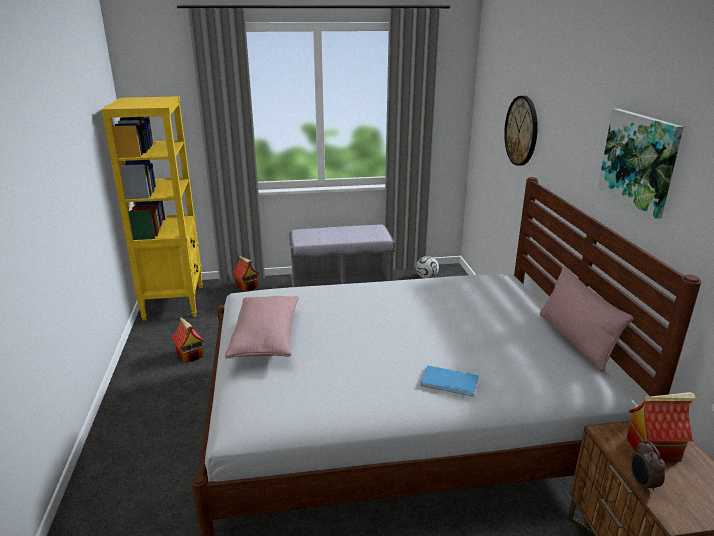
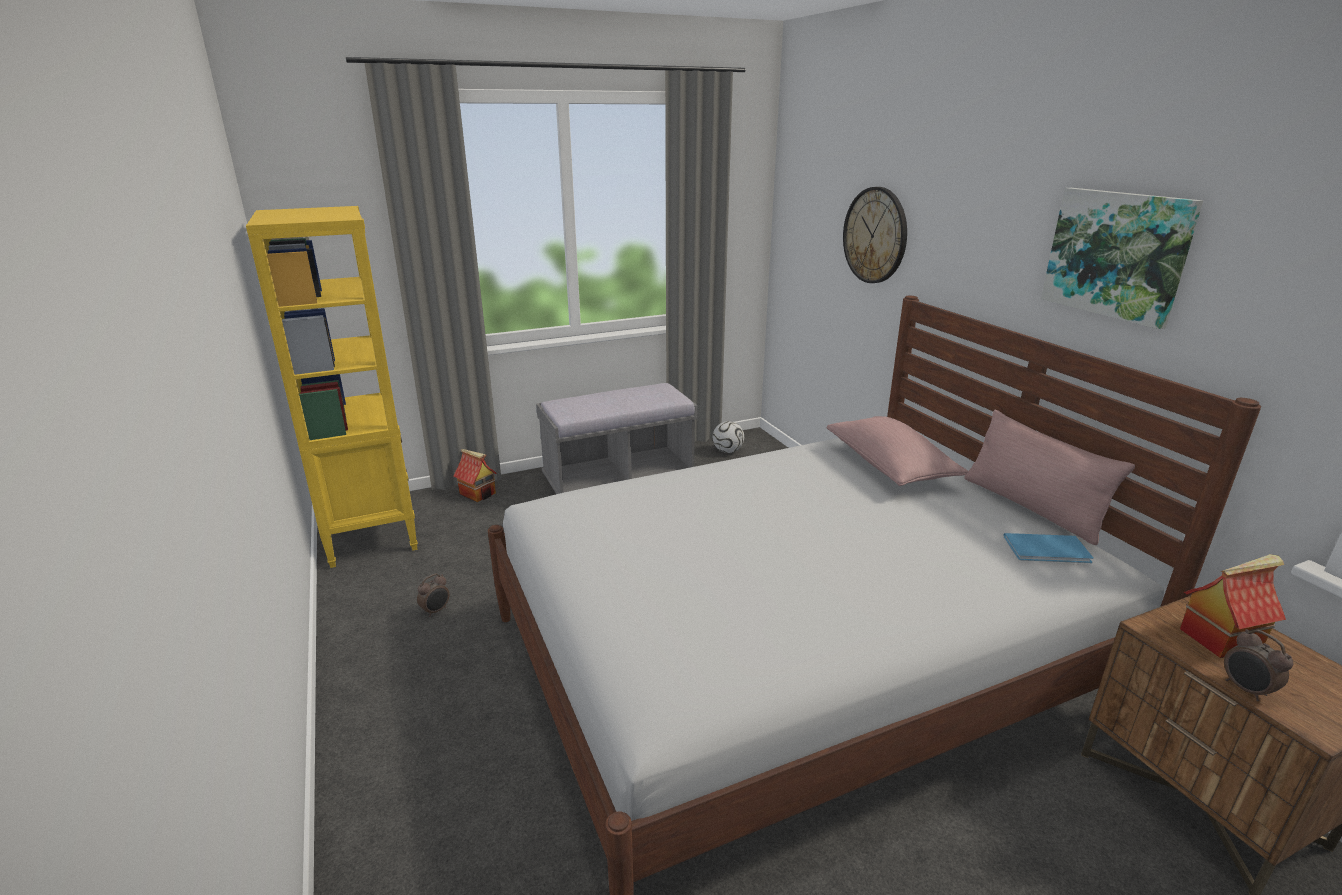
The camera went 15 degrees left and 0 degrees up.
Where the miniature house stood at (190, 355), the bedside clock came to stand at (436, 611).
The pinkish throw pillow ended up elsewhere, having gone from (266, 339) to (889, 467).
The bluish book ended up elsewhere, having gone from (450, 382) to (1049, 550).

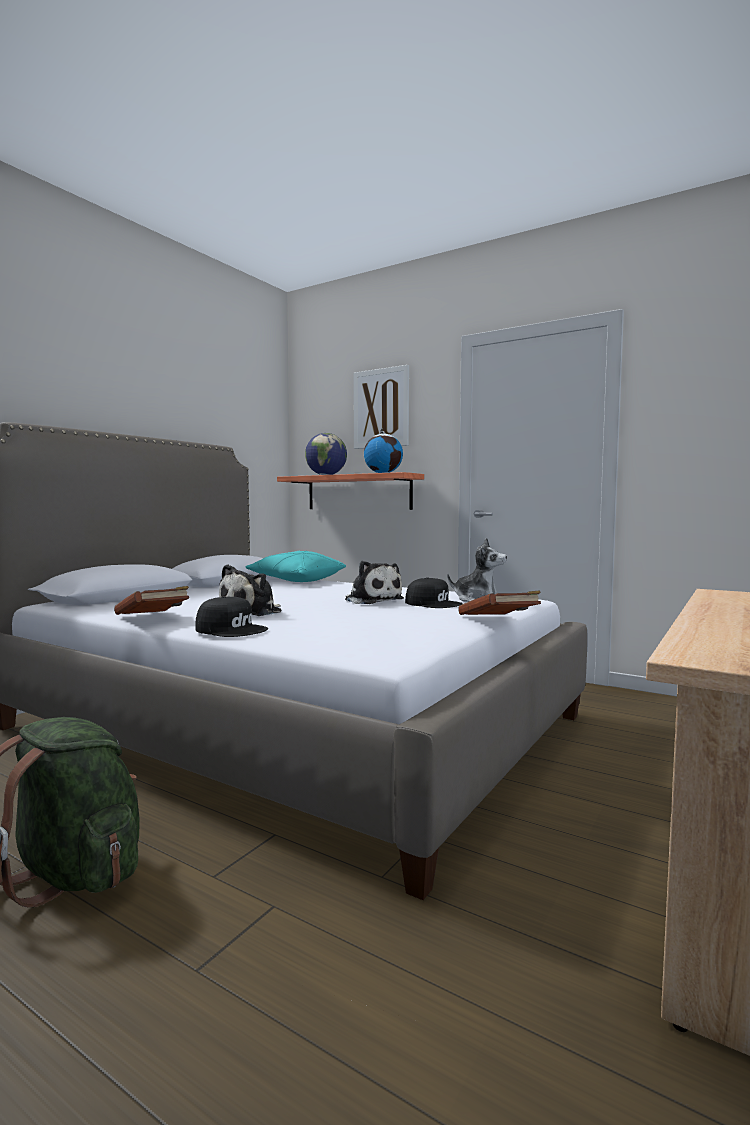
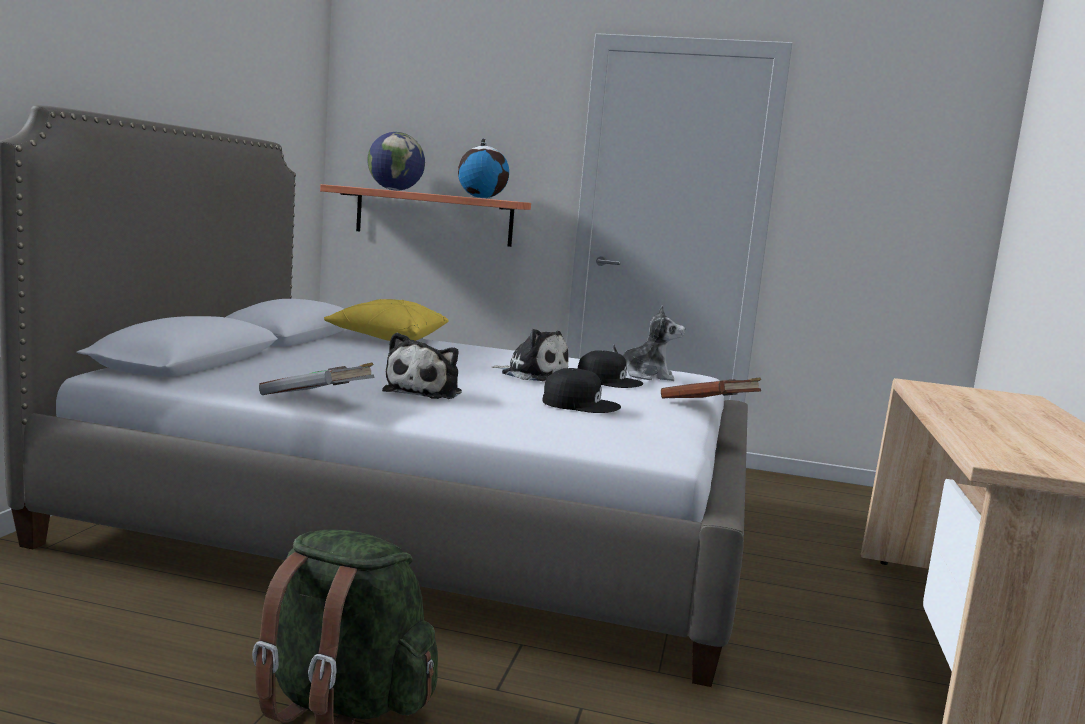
The camera went 20 degrees left and 5 degrees up.
What was the brown book at (153, 618) turned into the greyish book at (317, 401).
The black baseball cap ended up elsewhere, having gone from (232, 629) to (580, 404).
What was the turquoise-coloured throw pillow at (296, 581) turned into the yellowish throw pillow at (387, 338).
The second view lost the picture at (381, 408).

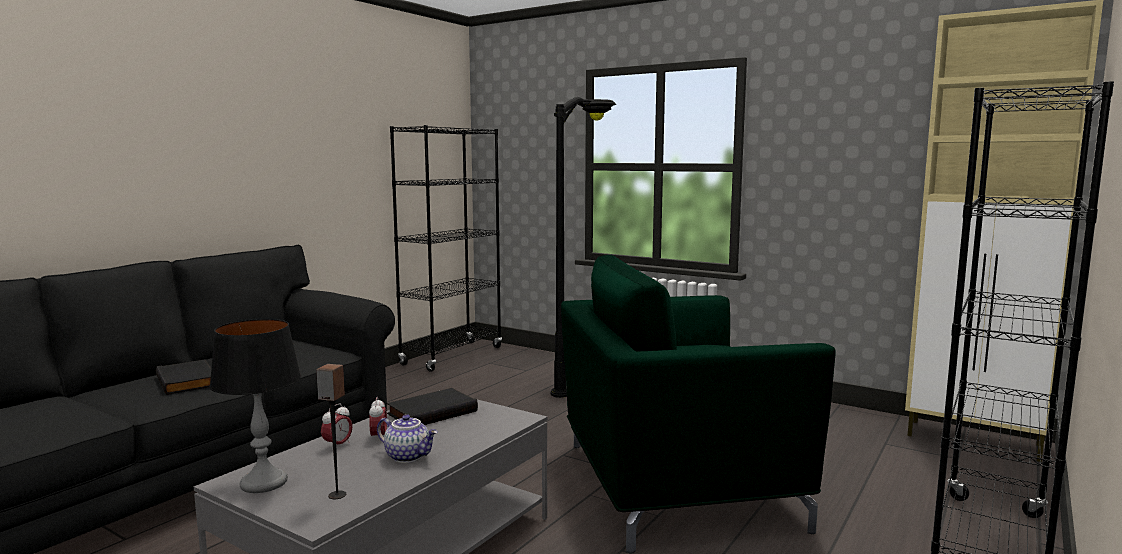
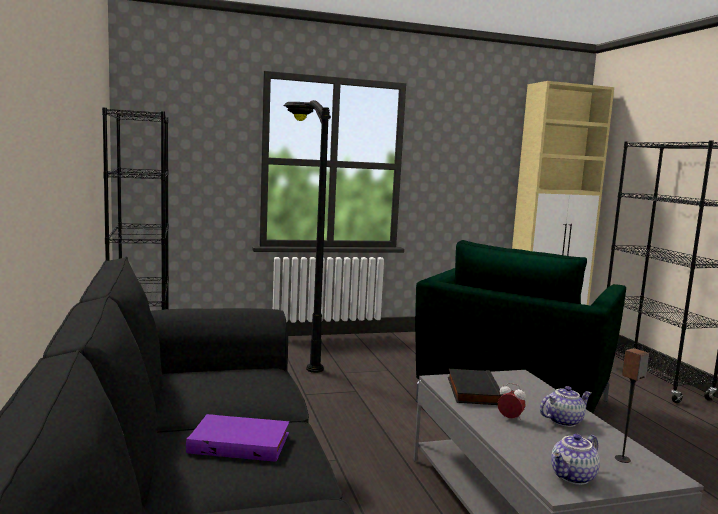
The camera went 50 degrees left and 0 degrees up.
What was the black book at (189, 381) turned into the purple book at (240, 442).
Where the lamp for a table stood at (264, 483), the tea pot came to stand at (573, 477).
The second view lost the bedside clock at (337, 445).

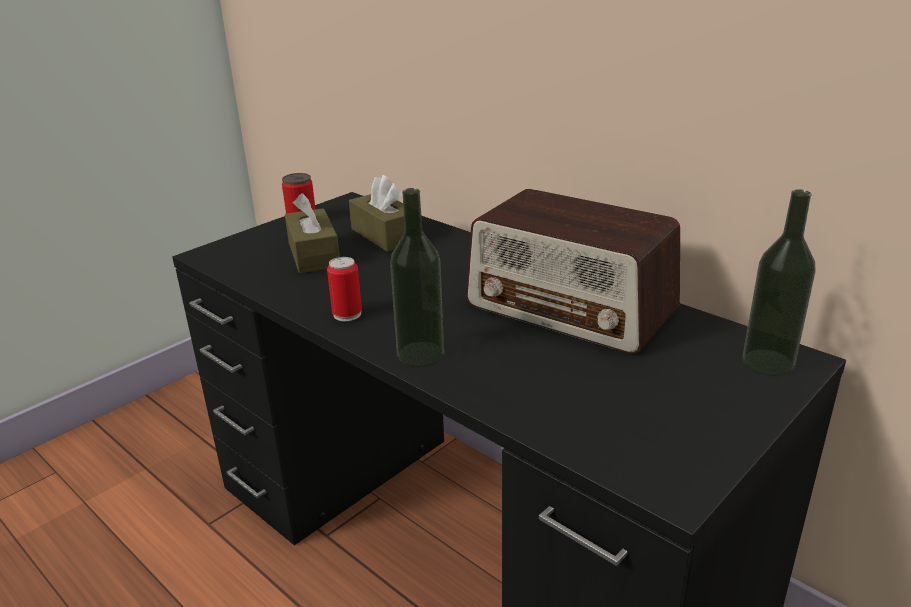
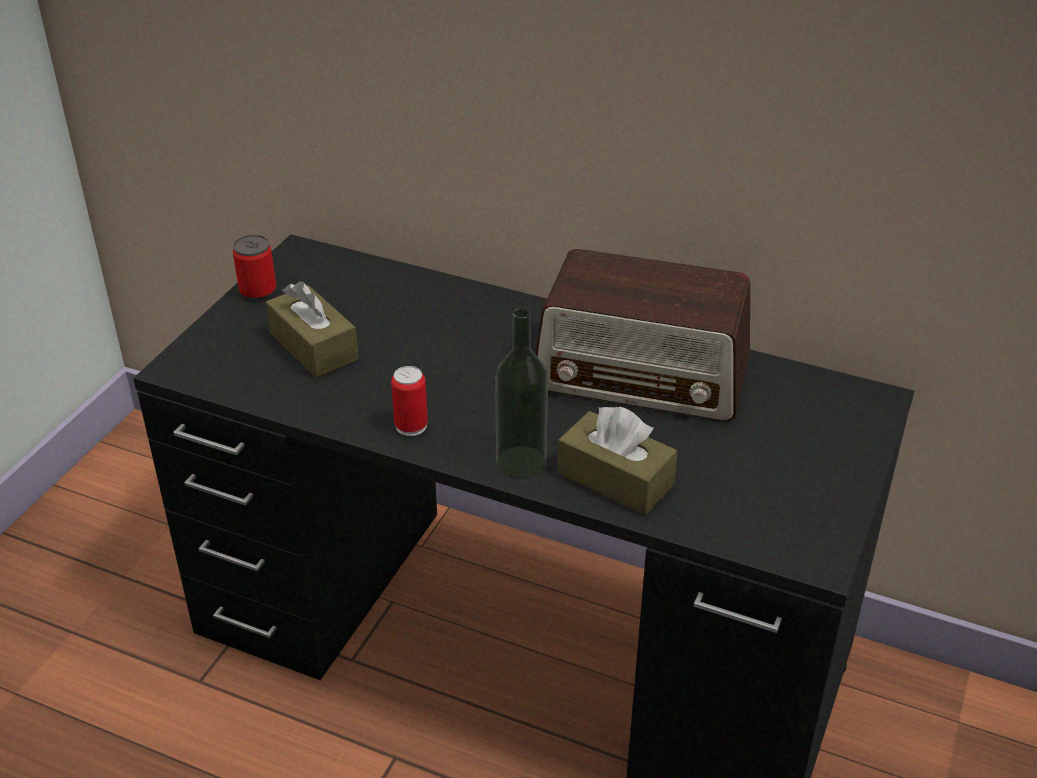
The camera went 20 degrees left and 10 degrees up.
The brown tissue box ended up elsewhere, having gone from (385, 235) to (615, 479).
The second view lost the bottle at (768, 362).

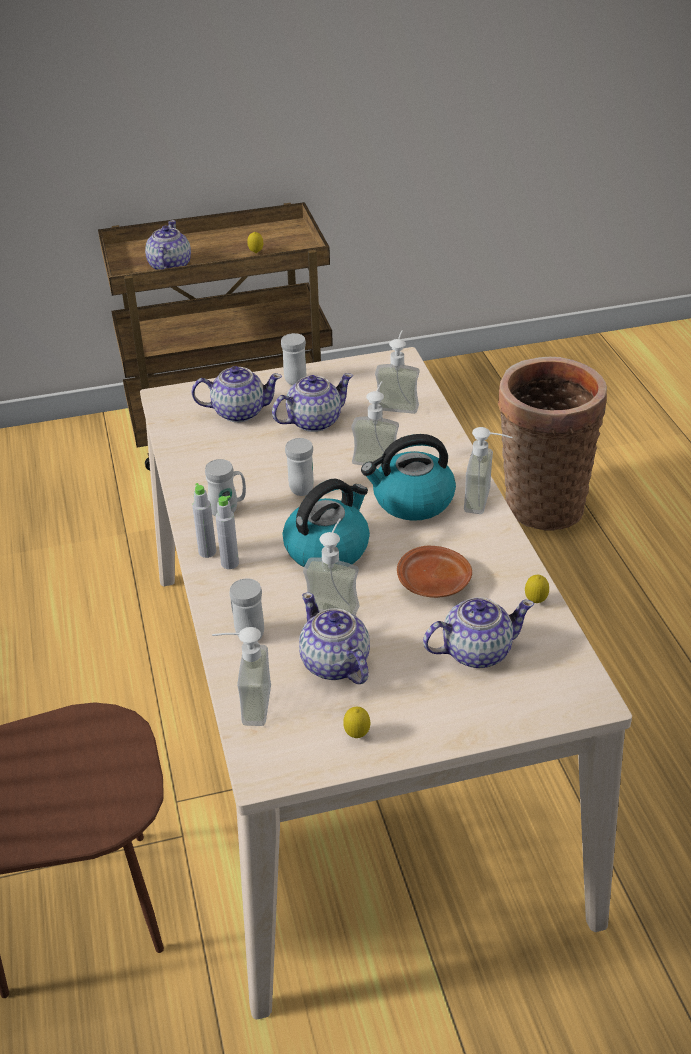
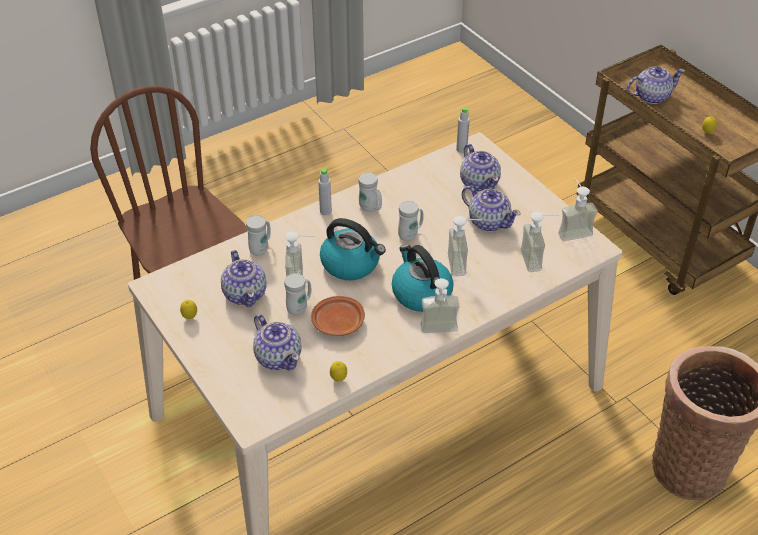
The camera went 70 degrees right and 5 degrees up.
The liquid soap bottle ended up elsewhere, having gone from (244, 704) to (572, 230).
The greyish bottle ended up elsewhere, having gone from (230, 563) to (461, 149).
The white tea mug ended up elsewhere, having gone from (293, 378) to (300, 307).
The tea pot at (334, 664) ended up facing another way, 120 degrees clockwise from before.

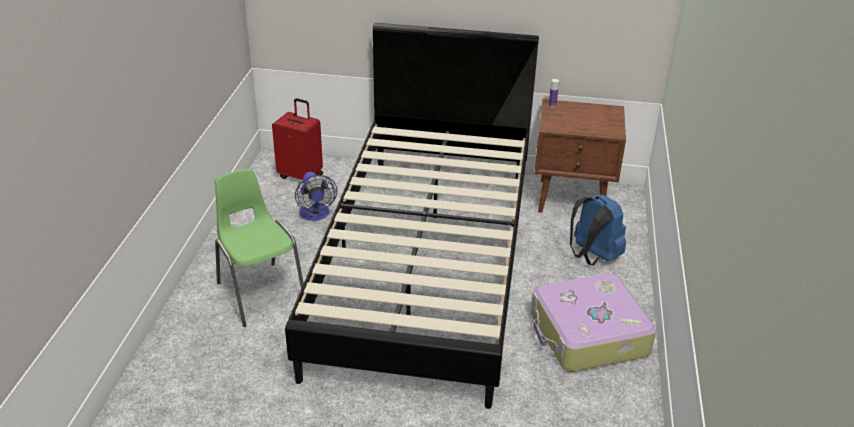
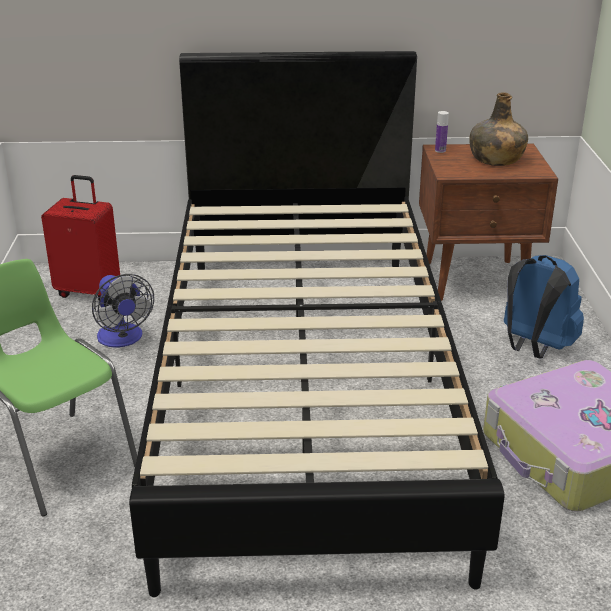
The camera went 10 degrees left and 5 degrees down.
The second view gained the green bottle at (495, 159).

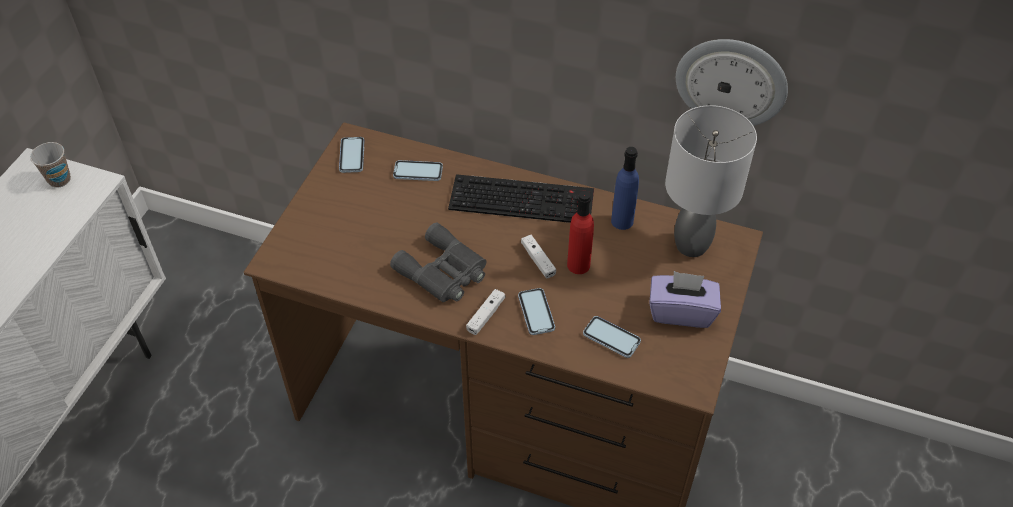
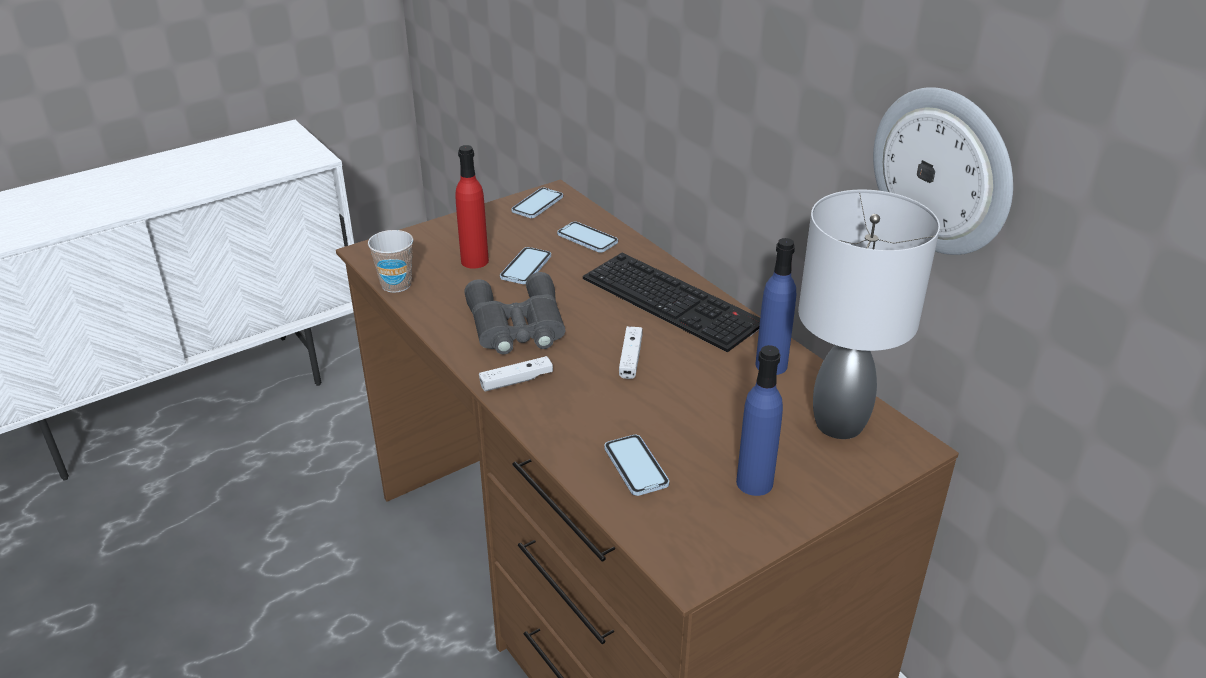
The camera went 35 degrees right and 15 degrees down.
The cup ended up elsewhere, having gone from (59, 180) to (396, 285).
The handset ended up elsewhere, having gone from (536, 312) to (526, 267).
The reddish bottle ended up elsewhere, having gone from (578, 265) to (474, 261).
Where the purple tissue box stood at (681, 311), the bluish bottle came to stand at (754, 483).

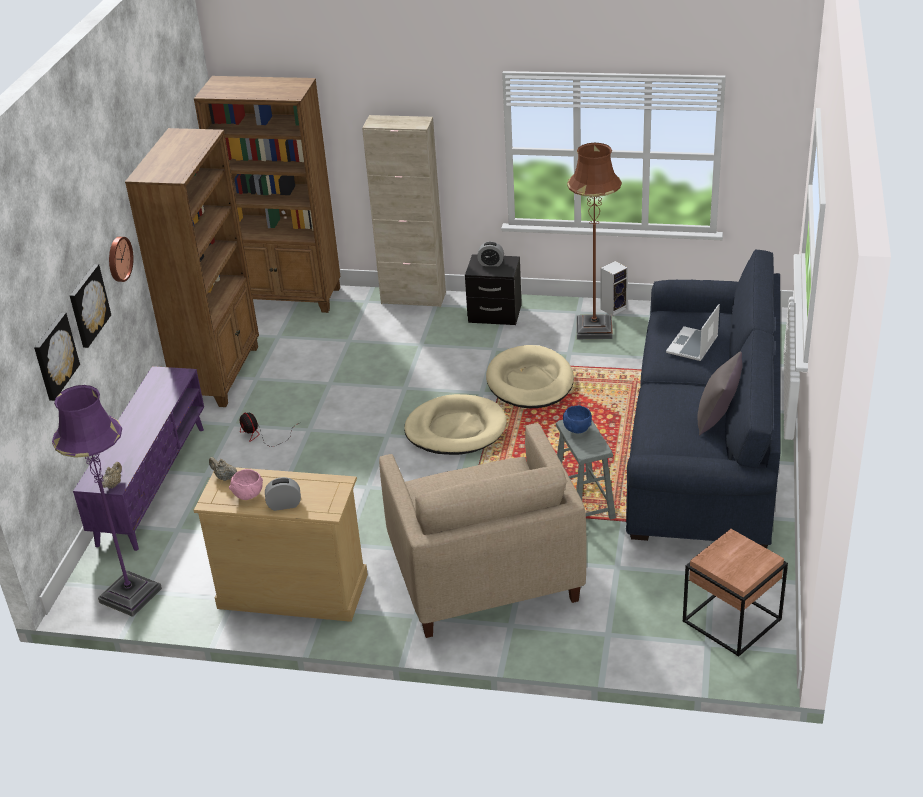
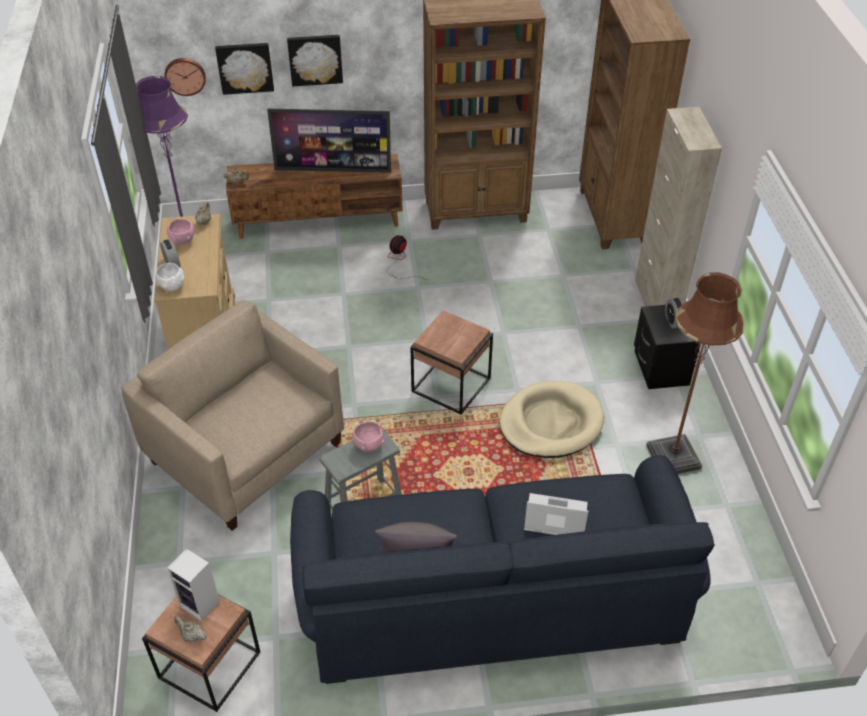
The camera went 70 degrees right and 10 degrees up.
What was the purple media console at (152, 484) turned into the brown media console at (319, 221).
The hanging clock ended up elsewhere, having gone from (118, 259) to (185, 75).
The beige-coloured lounge chair at (483, 574) ended up facing another way, 75 degrees clockwise from before.
Where the beige-coloured dog cushion stood at (455, 429), the brown side table came to stand at (451, 384).
What was the bluish deep dish at (577, 430) turned into the pinkish deep dish at (368, 445).
The speaker ended up elsewhere, having gone from (614, 308) to (201, 604).
The second view gained the white deep dish at (172, 286).
The second view gained the beige-coloured tea pot at (192, 636).
The second view gained the television at (333, 170).

